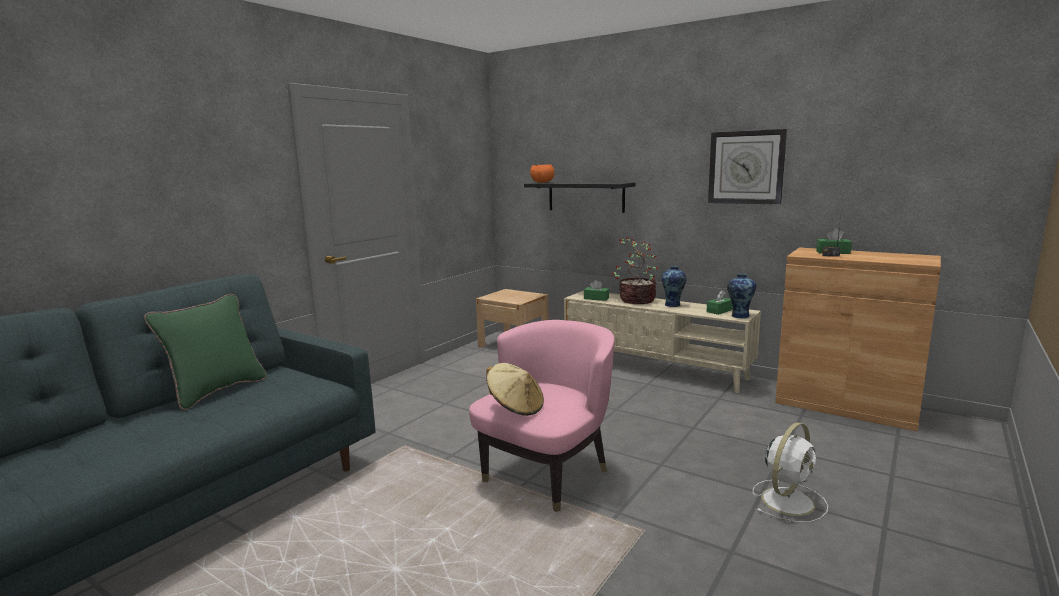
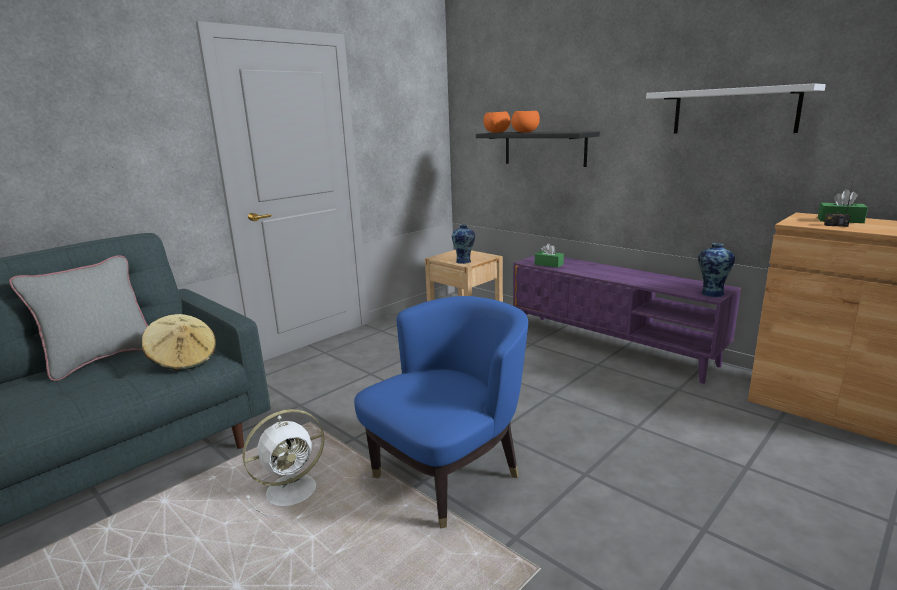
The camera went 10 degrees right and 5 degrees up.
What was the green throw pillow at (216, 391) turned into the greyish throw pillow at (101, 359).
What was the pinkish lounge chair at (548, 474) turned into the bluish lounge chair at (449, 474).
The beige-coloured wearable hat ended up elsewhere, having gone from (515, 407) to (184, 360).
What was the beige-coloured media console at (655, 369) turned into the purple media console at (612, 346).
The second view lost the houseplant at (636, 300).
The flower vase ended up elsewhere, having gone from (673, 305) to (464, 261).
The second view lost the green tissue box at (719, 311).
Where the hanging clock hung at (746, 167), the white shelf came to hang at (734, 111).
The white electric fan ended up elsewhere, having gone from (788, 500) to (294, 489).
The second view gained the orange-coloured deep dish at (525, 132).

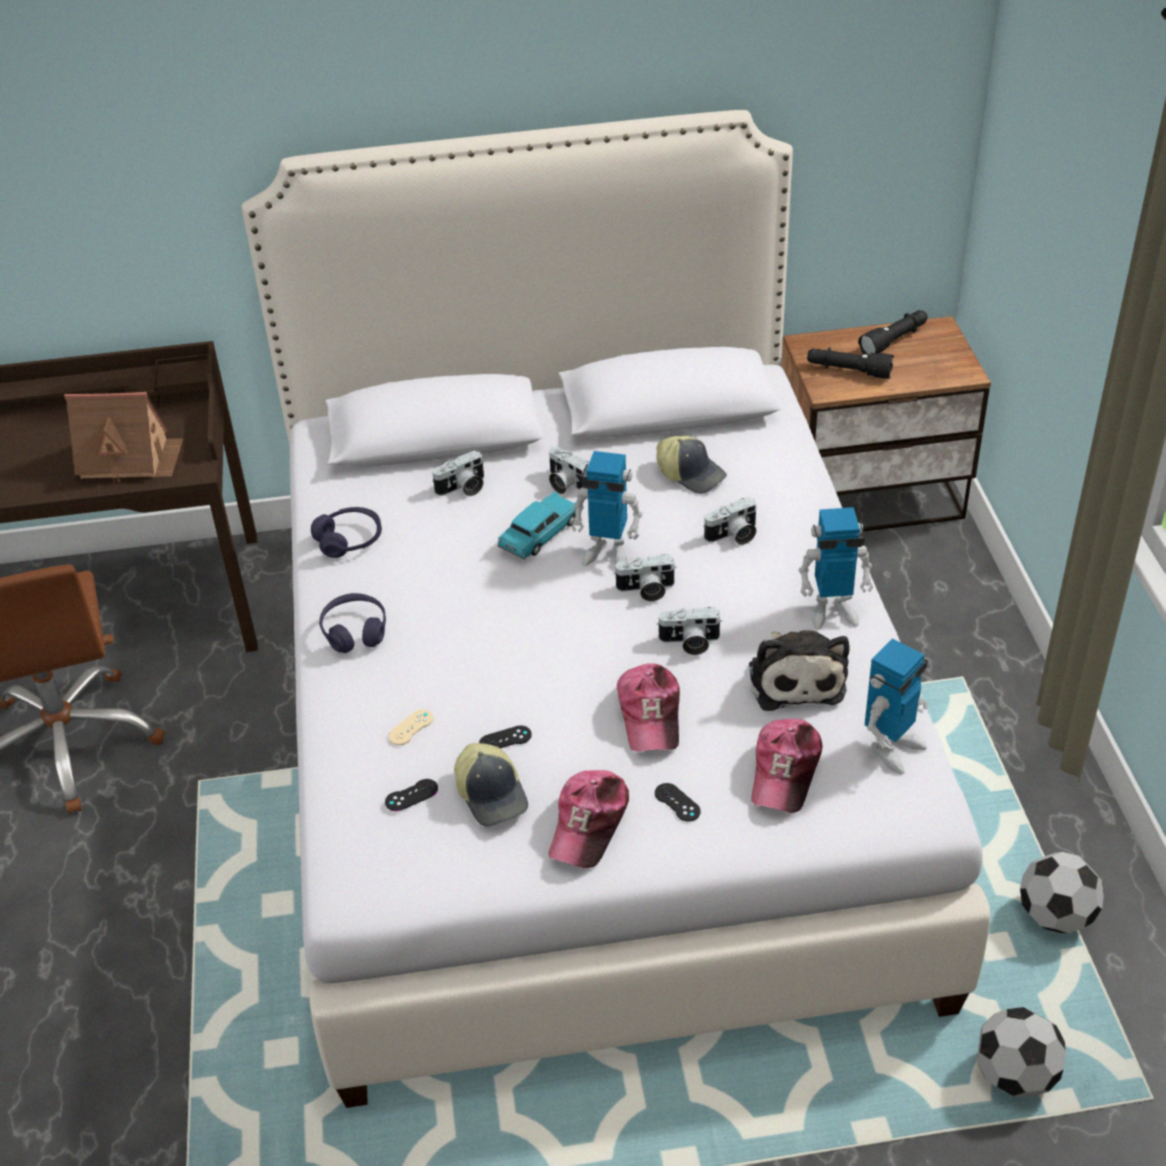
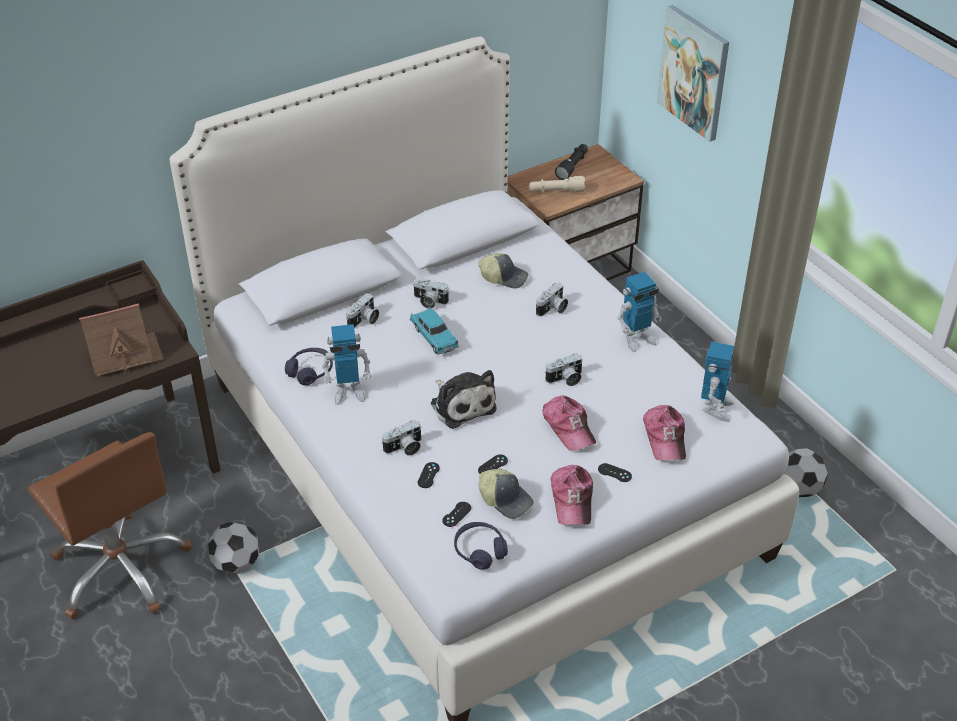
The camera went 25 degrees left and 0 degrees up.
The purple headset ended up elsewhere, having gone from (355, 631) to (480, 550).
What was the beige-coloured game controller at (411, 727) turned into the black game controller at (428, 475).
The turquoise-coloured miniature car at (540, 535) ended up facing another way, 135 degrees clockwise from before.
The model robot ended up elsewhere, having gone from (607, 553) to (348, 392).
The still camera ended up elsewhere, having gone from (646, 590) to (404, 448).
The cuddly toy ended up elsewhere, having gone from (795, 678) to (461, 404).
What was the black hand torch at (848, 371) turned into the beige-coloured hand torch at (556, 191).
The ball for football ended up elsewhere, having gone from (1015, 1075) to (237, 564).
The second view gained the picture at (694, 72).

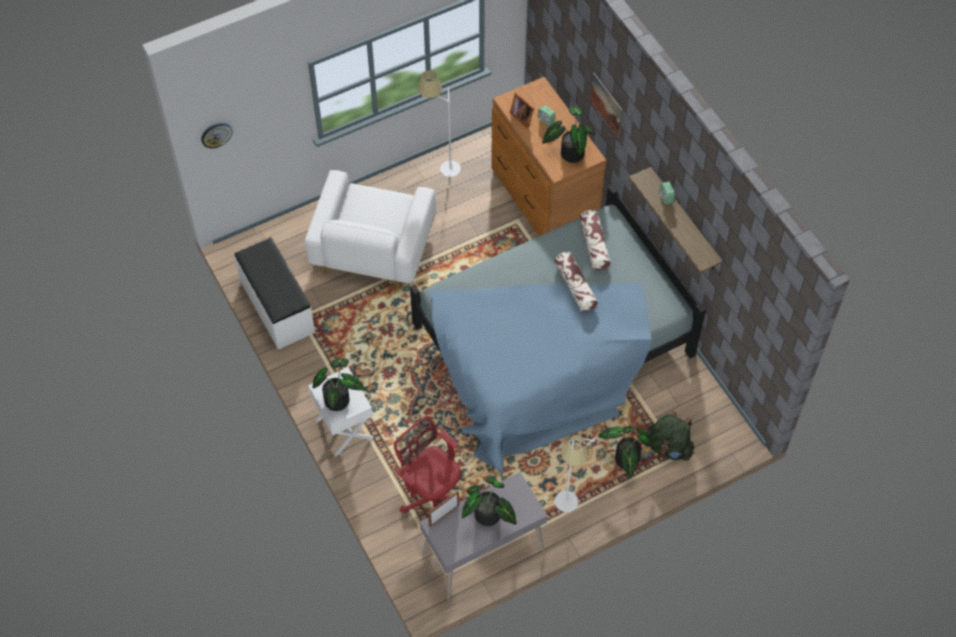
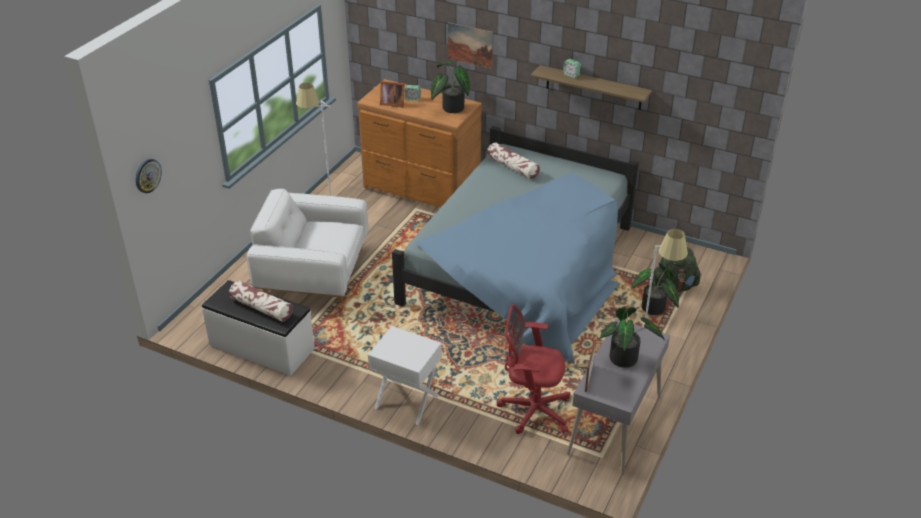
The camera went 35 degrees left and 20 degrees down.
The white lounge chair at (373, 248) ended up facing another way, 120 degrees clockwise from before.
The second view lost the houseplant at (339, 398).
The throw pillow ended up elsewhere, having gone from (575, 286) to (261, 308).

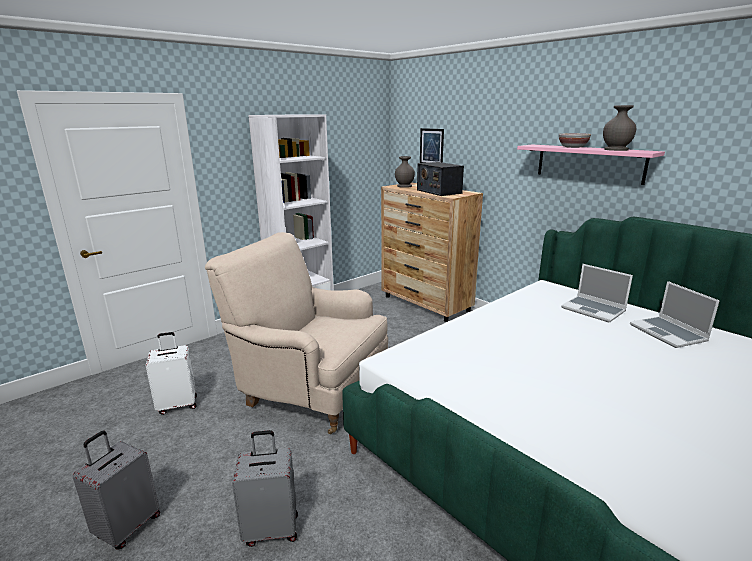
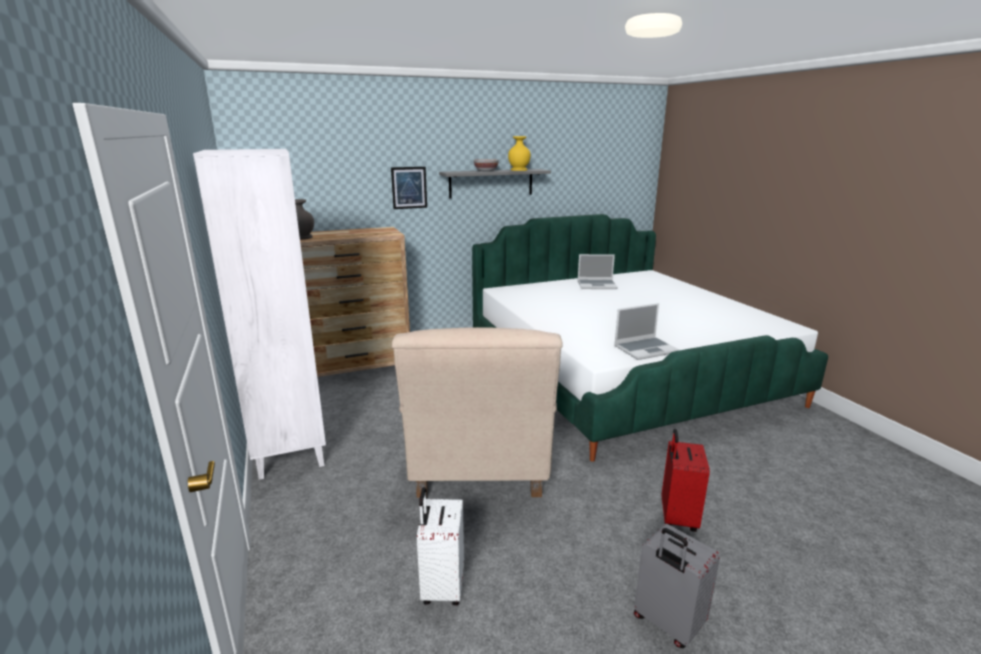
The camera went 70 degrees left and 0 degrees up.
The beige-coloured lounge chair at (311, 390) ended up facing another way, 45 degrees counterclockwise from before.
What was the greyish piece of luggage at (271, 529) turned into the reddish piece of luggage at (676, 517).
The second view lost the radio at (438, 191).
The picture ended up elsewhere, having gone from (431, 147) to (409, 187).
What was the pinkish shelf at (589, 163) turned into the greyish shelf at (491, 183).
The portable computer ended up elsewhere, having gone from (594, 310) to (645, 349).
What was the greyish flower vase at (615, 149) turned into the yellowish flower vase at (518, 170).

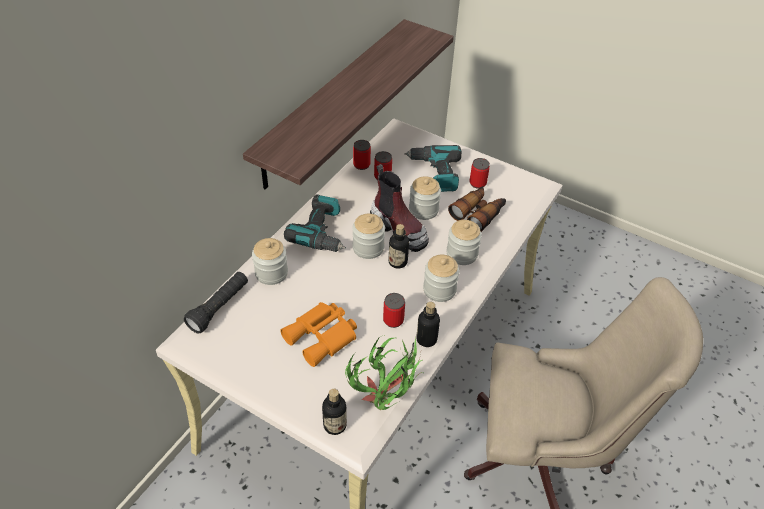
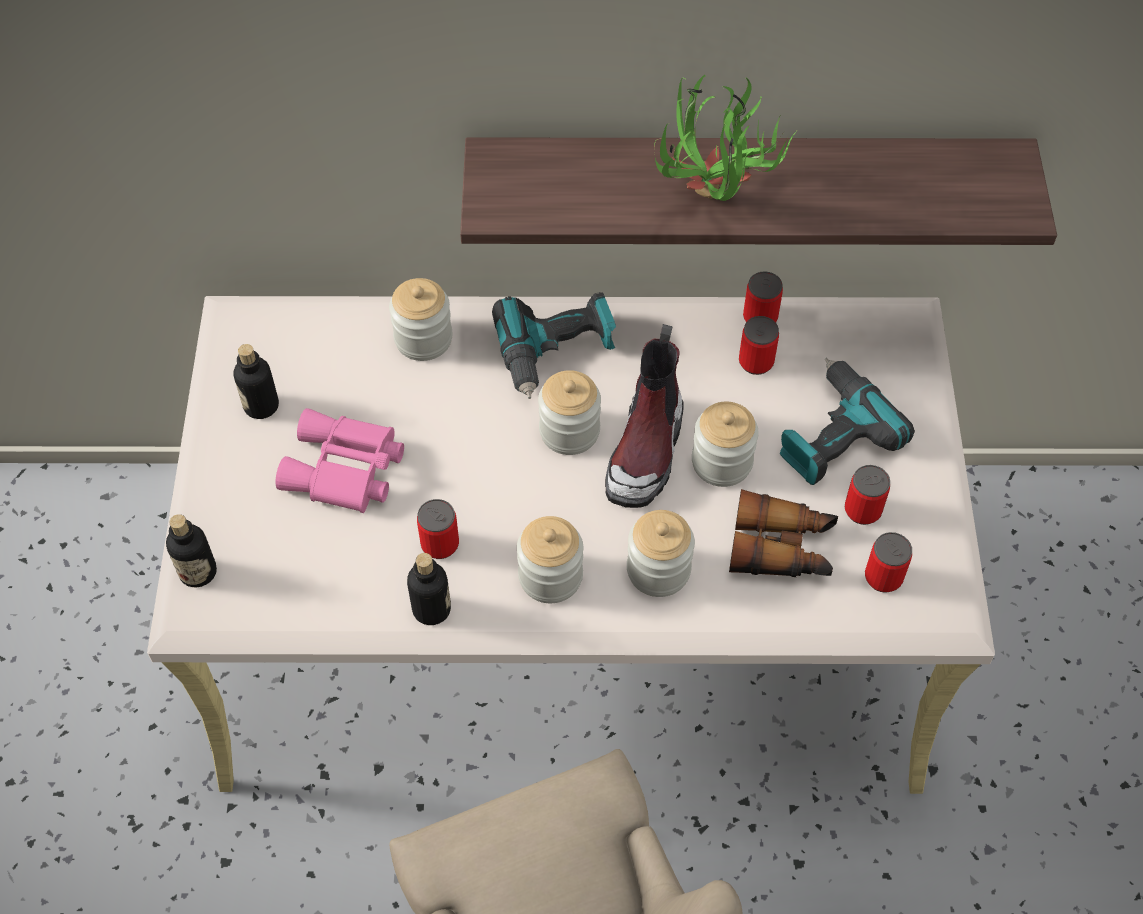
The camera went 60 degrees right and 10 degrees up.
The second view lost the black hand torch at (219, 307).
What was the orange-coloured binoculars at (323, 337) turned into the pinkish binoculars at (345, 471).
The houseplant ended up elsewhere, having gone from (386, 402) to (711, 206).
The bottle ended up elsewhere, having gone from (398, 262) to (261, 405).
The second view gained the metal can at (883, 577).

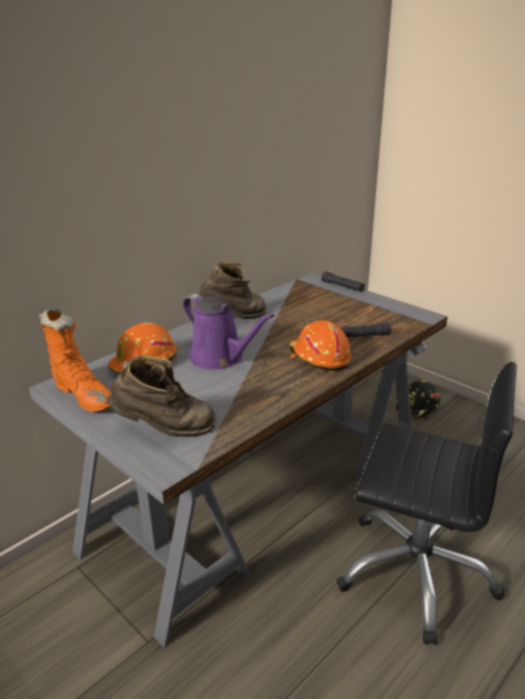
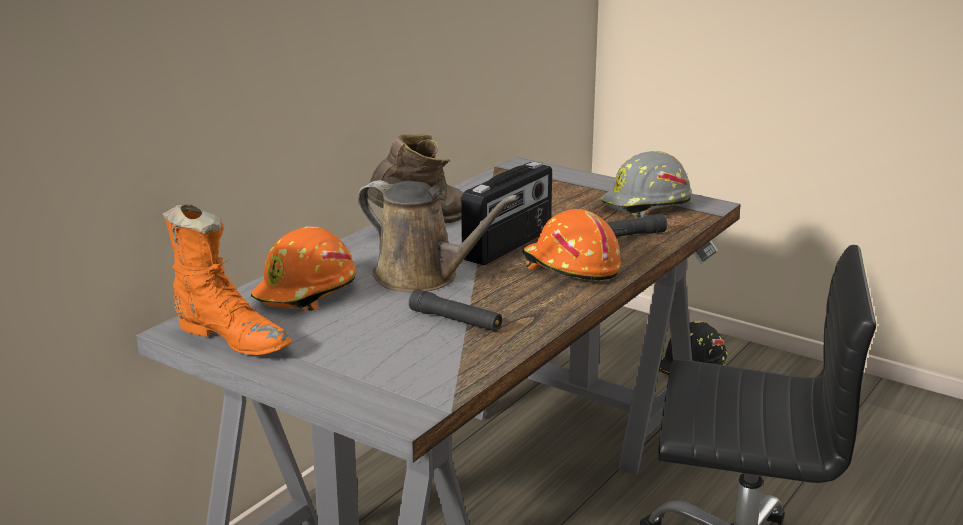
The camera went 10 degrees left and 5 degrees down.
The second view lost the brown tall boot at (165, 430).
What was the purple sprinkling can at (220, 358) turned into the brown sprinkling can at (422, 277).
The black hand torch ended up elsewhere, having gone from (342, 286) to (455, 320).
The second view gained the radio at (509, 245).
The second view gained the greyish work helmet at (646, 205).

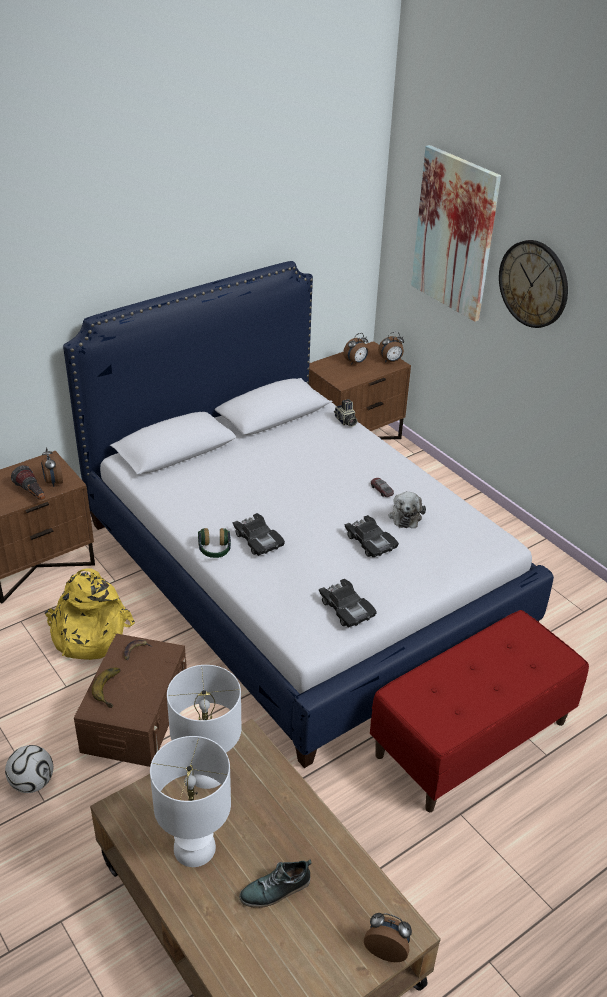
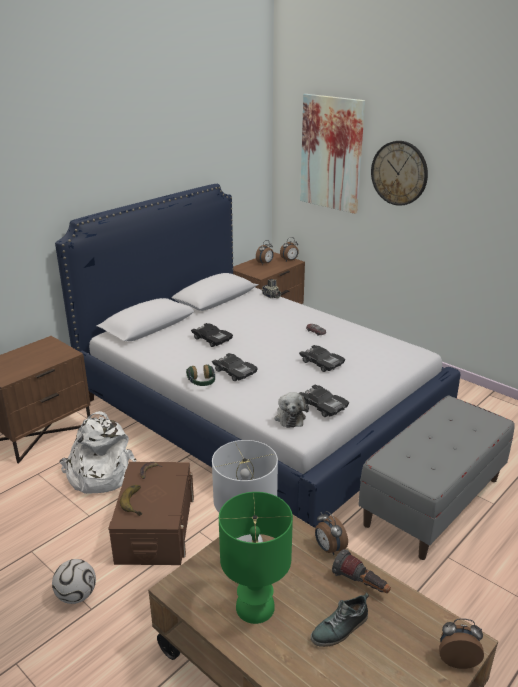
The camera went 10 degrees left and 10 degrees down.
The hand torch ended up elsewhere, having gone from (32, 494) to (361, 584).
The bedside clock ended up elsewhere, having gone from (53, 482) to (328, 548).
What was the yellowish rucksack at (88, 634) turned into the white rucksack at (98, 475).
What was the white lamp for a table at (195, 848) turned into the green lamp for a table at (256, 607).
What was the reddish indoor bench at (471, 738) turned into the greyish indoor bench at (432, 501).
The cuddly toy ended up elsewhere, having gone from (405, 516) to (289, 417).
The second view gained the black miniature car at (212, 339).

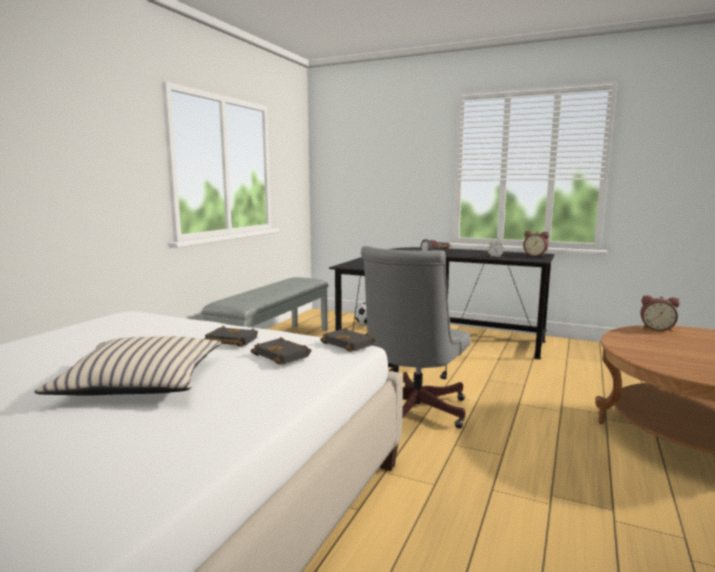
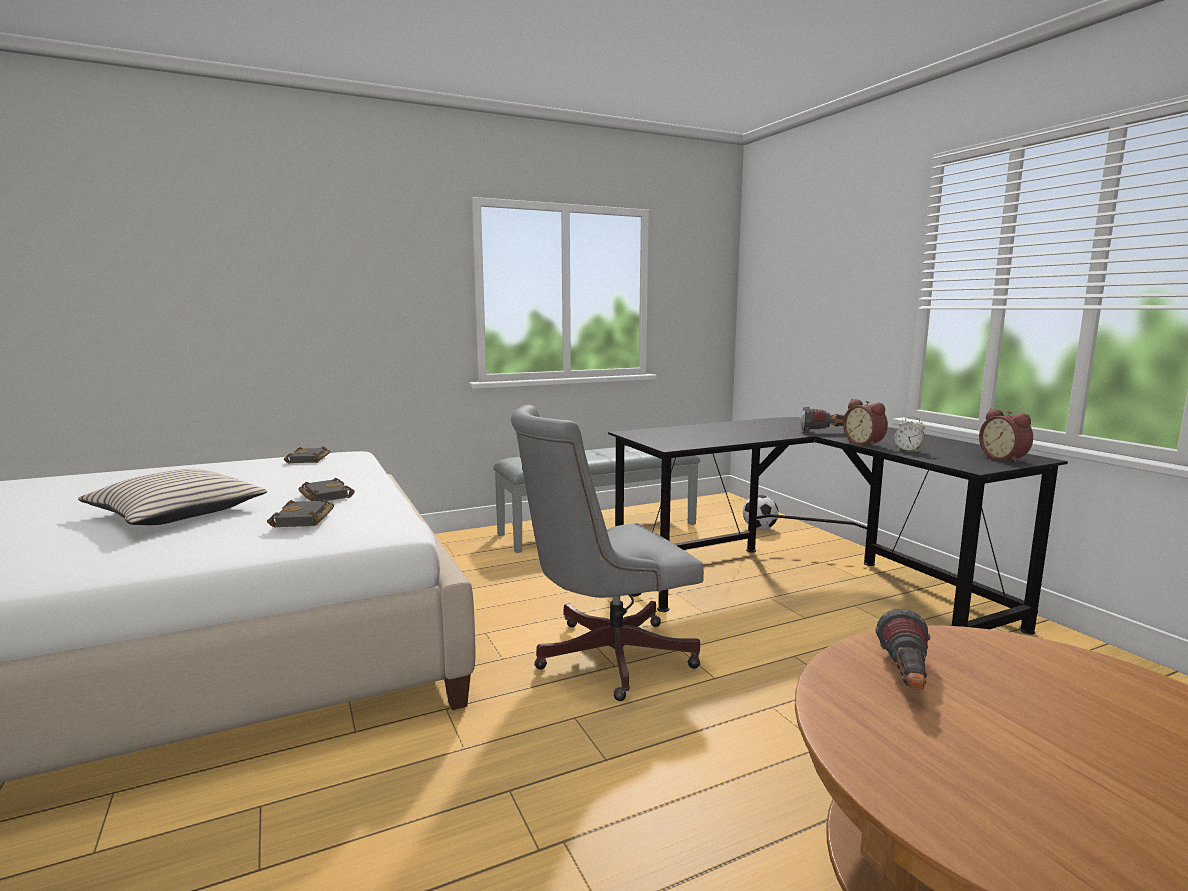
The camera went 40 degrees right and 0 degrees up.
The black book ended up elsewhere, having gone from (350, 344) to (309, 459).
The bedside clock ended up elsewhere, having gone from (656, 329) to (865, 443).
The second view gained the hand torch at (905, 678).

